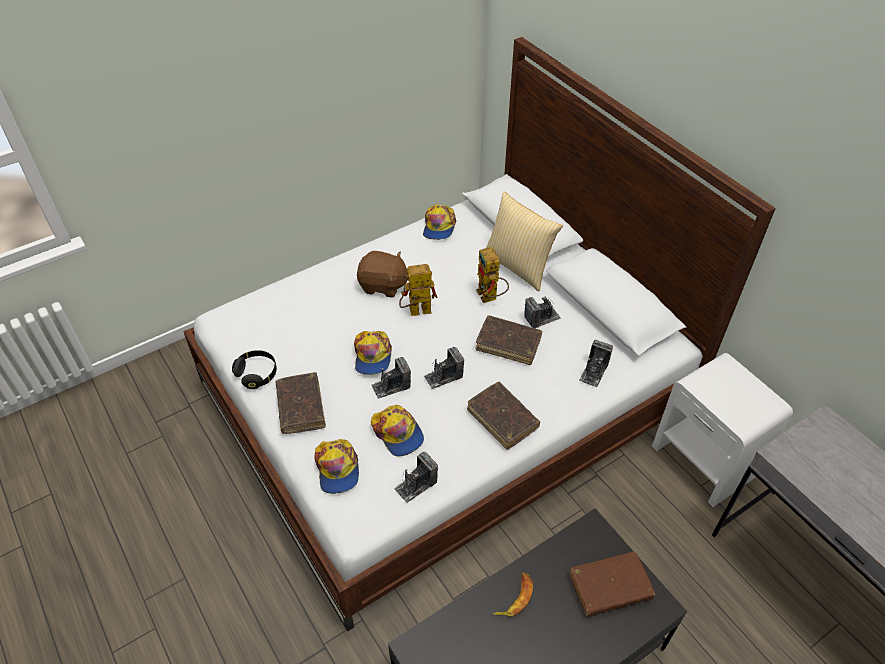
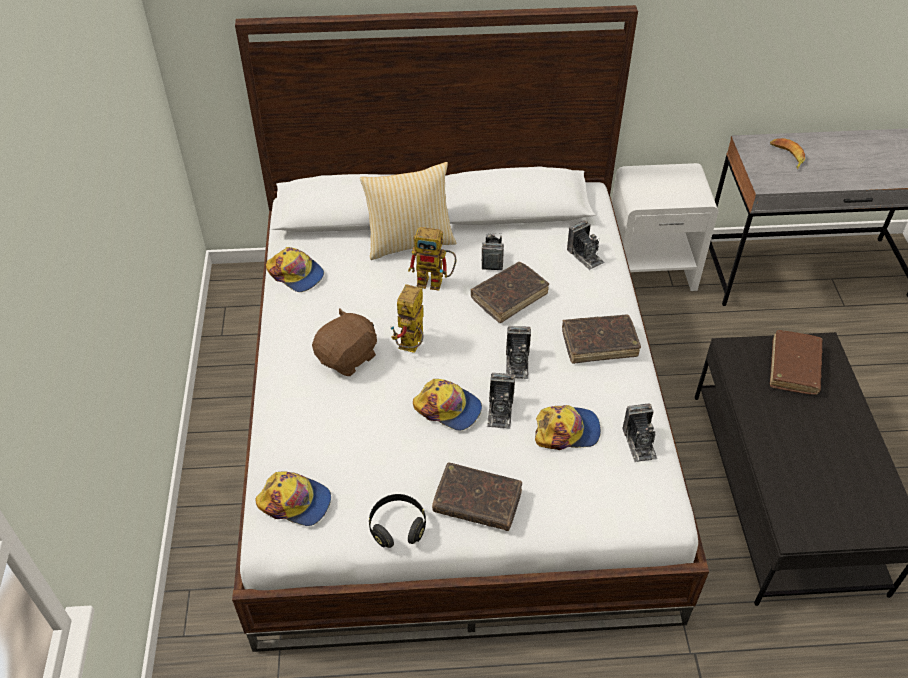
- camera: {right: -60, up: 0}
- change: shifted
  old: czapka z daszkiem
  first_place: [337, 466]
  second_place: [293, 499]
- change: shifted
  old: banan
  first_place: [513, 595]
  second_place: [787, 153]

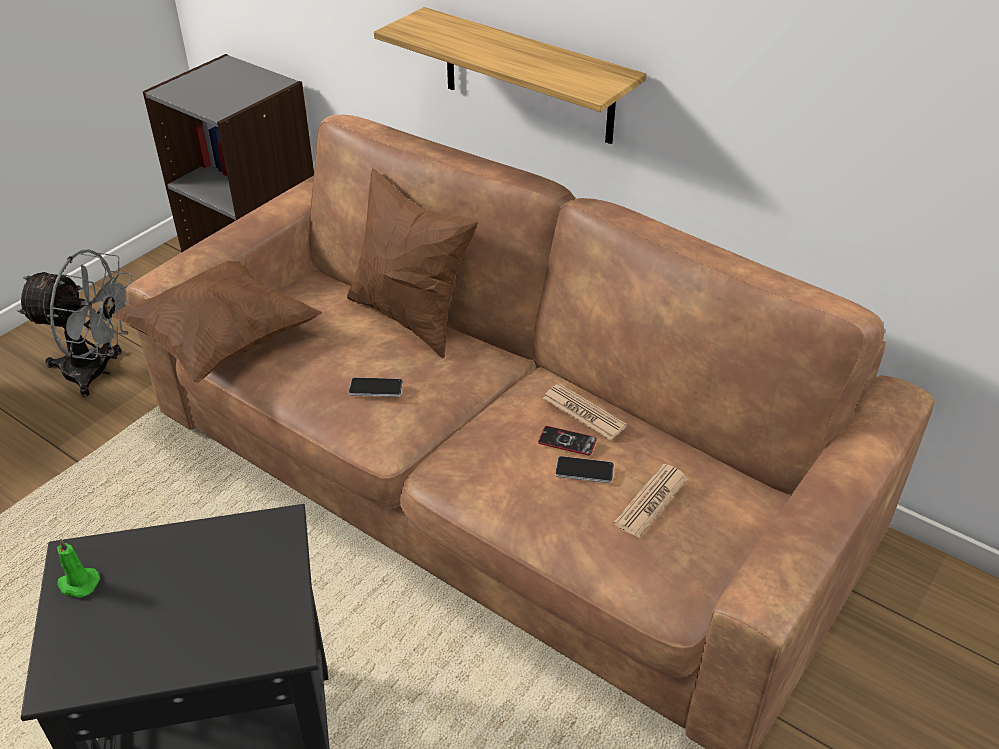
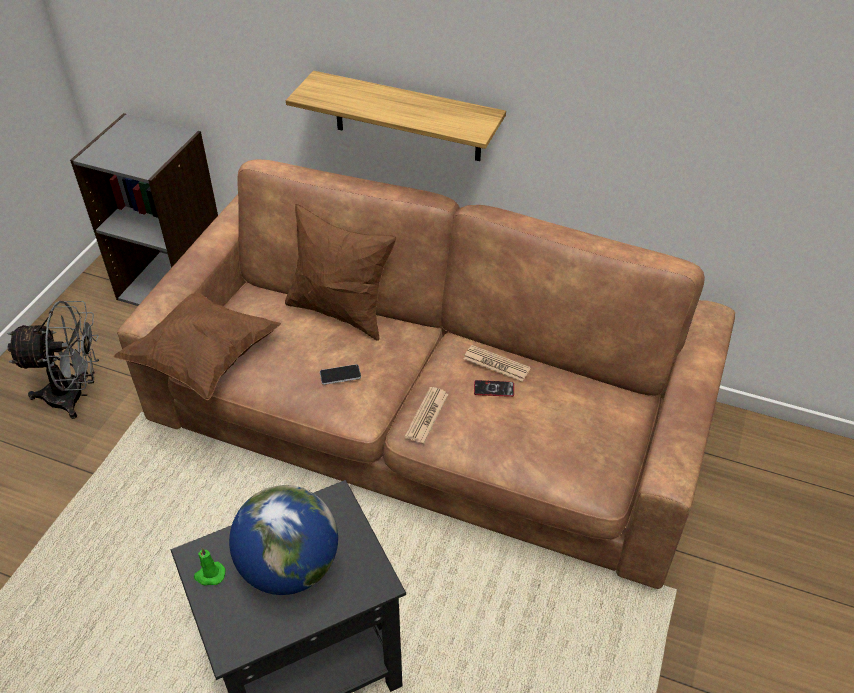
- camera: {right: -15, up: 5}
- change: gone
  old: telefon
  first_place: [584, 469]
- change: shifted
  old: gazeta
  first_place: [650, 501]
  second_place: [427, 415]
- change: new
  new: globus
  second_place: [283, 540]

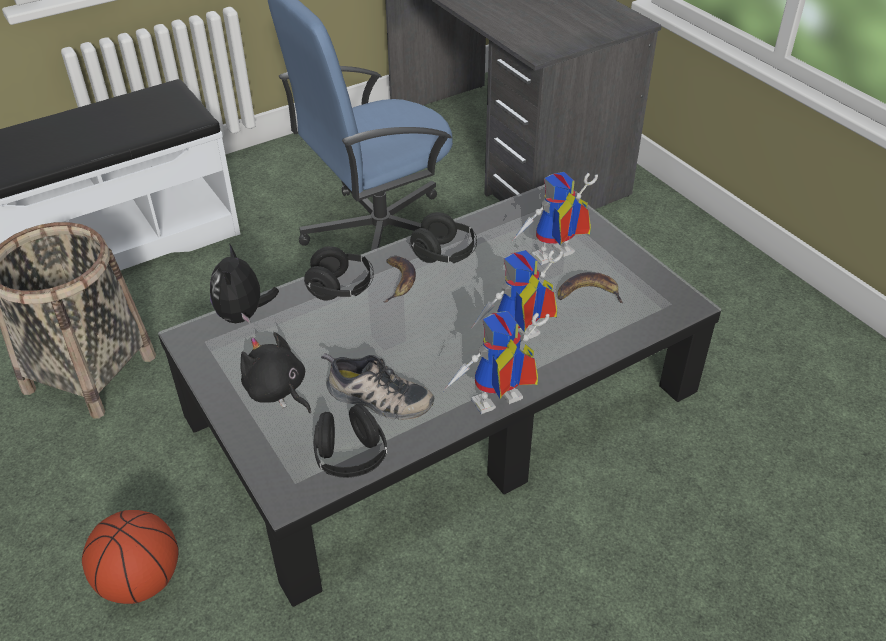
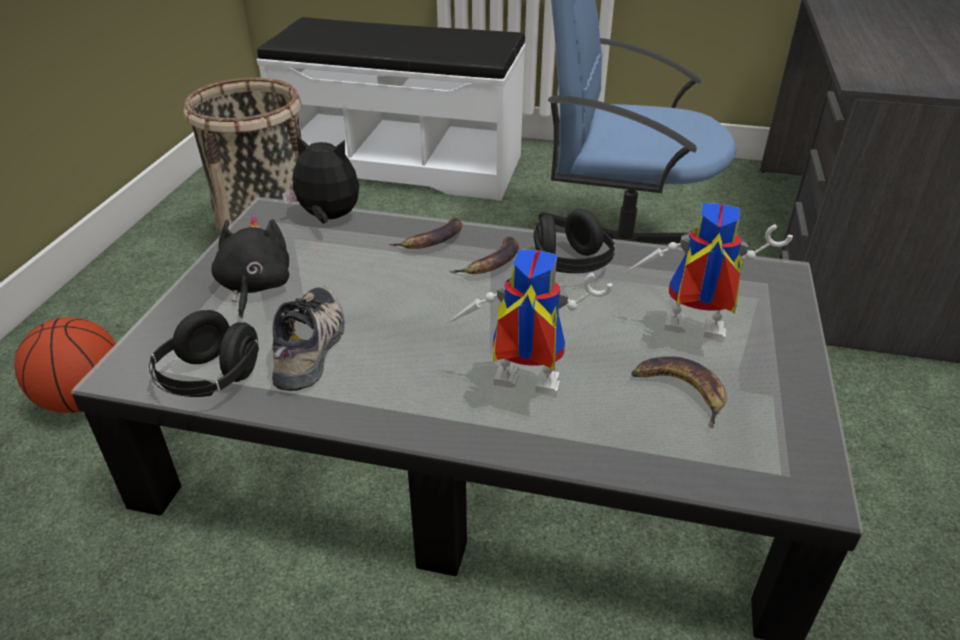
- camera: {right: 45, up: -5}
- change: rotated
  old: pluszak
  first_place: [244, 283]
  second_place: [320, 179]
  degrees: 60
- change: swapped
  old: słuchawki [czarny]
  new: banan
  first_place: [339, 273]
  second_place: [426, 233]
- change: rotated
  old: but
  first_place: [377, 386]
  second_place: [308, 338]
  degrees: -150
- change: gone
  old: robot zabawkowy
  first_place: [496, 362]

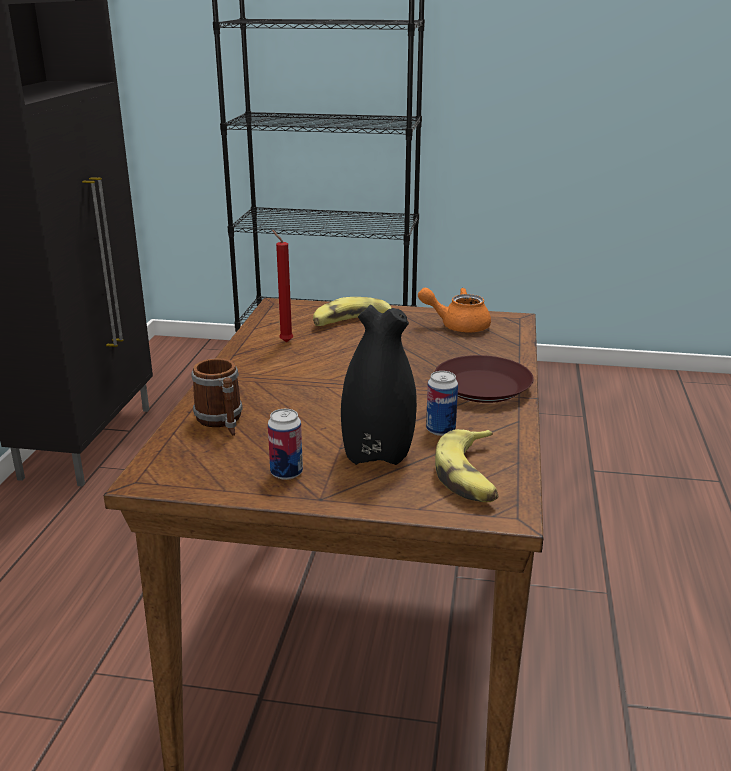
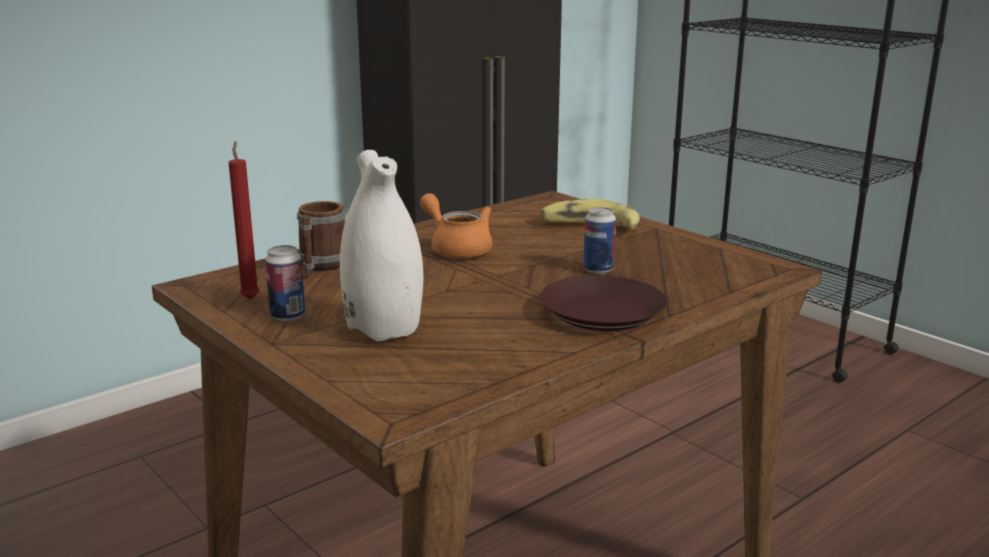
- camera: {right: 40, up: -5}
- change: shifted
  old: świeca [czerwony]
  first_place: [282, 286]
  second_place: [244, 220]
- change: repainted
  old: wazon [czarny]
  new: wazon [biały]
  first_place: [379, 385]
  second_place: [381, 246]
- change: shifted
  old: imbryk [pomarańczowy]
  first_place: [454, 310]
  second_place: [456, 225]
- change: shifted
  old: puszka
  first_place: [442, 403]
  second_place: [599, 240]
- change: gone
  old: banan
  first_place: [466, 465]

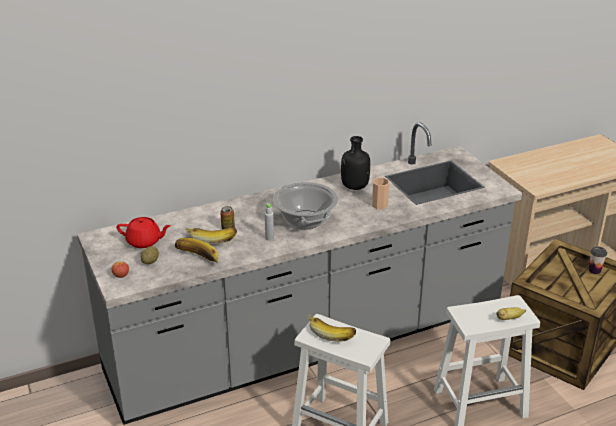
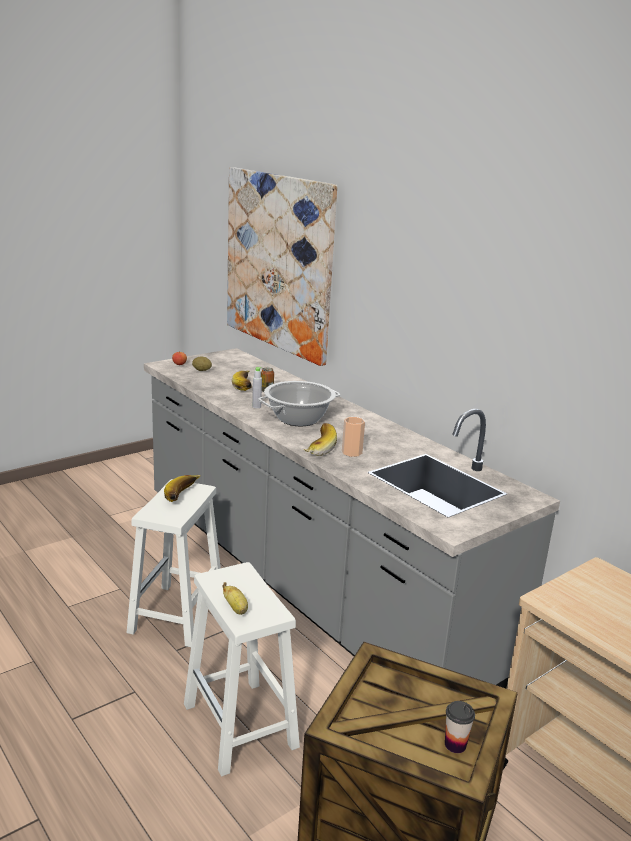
- camera: {right: 75, up: -10}
- change: gone
  old: imbryk [czerwony]
  first_place: [144, 232]
- change: shifted
  old: banan
  first_place: [197, 250]
  second_place: [320, 439]
- change: gone
  old: butelka [czarny]
  first_place: [355, 163]
- change: new
  new: obraz
  second_place: [282, 267]

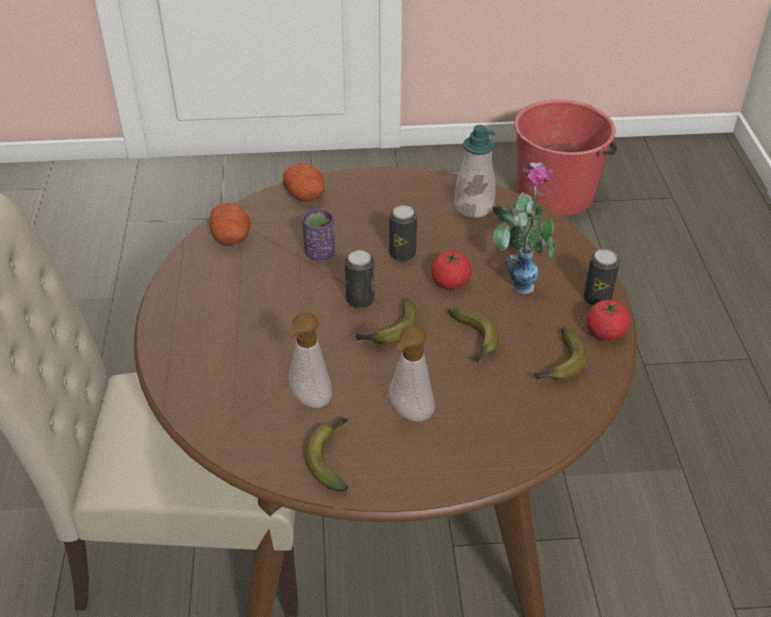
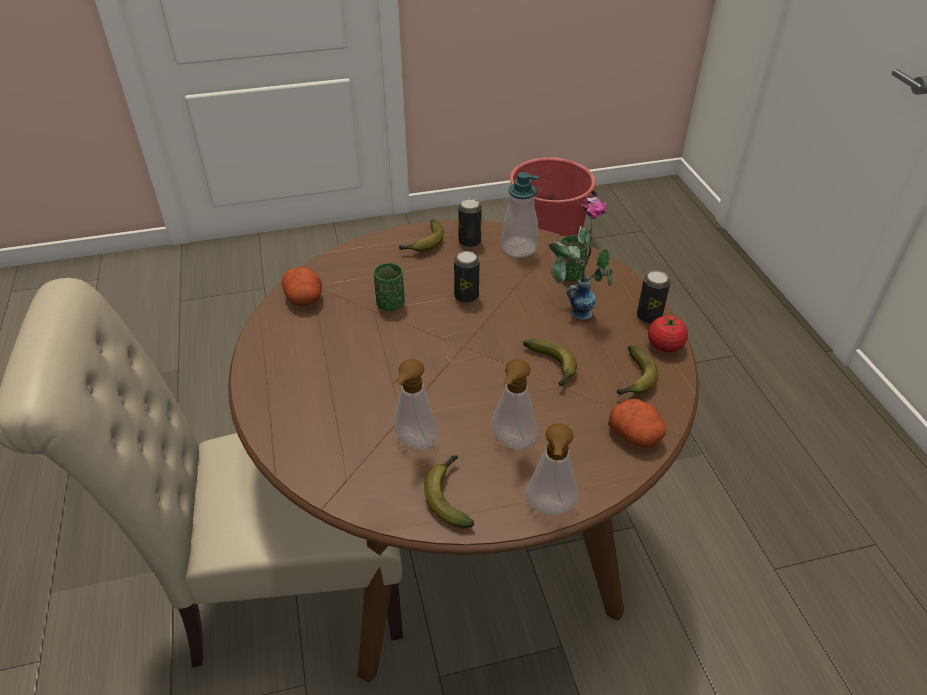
- camera: {right: -10, up: 0}
- change: shifted
  old: ziemniak
  first_place: [304, 182]
  second_place: [637, 423]
- change: repainted
  old: filiżanka [fioletowy]
  new: filiżanka [zielony]
  first_place: [318, 235]
  second_place: [389, 287]
- change: shifted
  old: puszka
  first_place: [359, 279]
  second_place: [470, 223]
- change: shifted
  old: banan
  first_place: [387, 321]
  second_place: [421, 235]
- change: gone
  old: pomidor
  first_place: [451, 270]
- change: new
  new: dozownik mydła
  second_place: [552, 469]

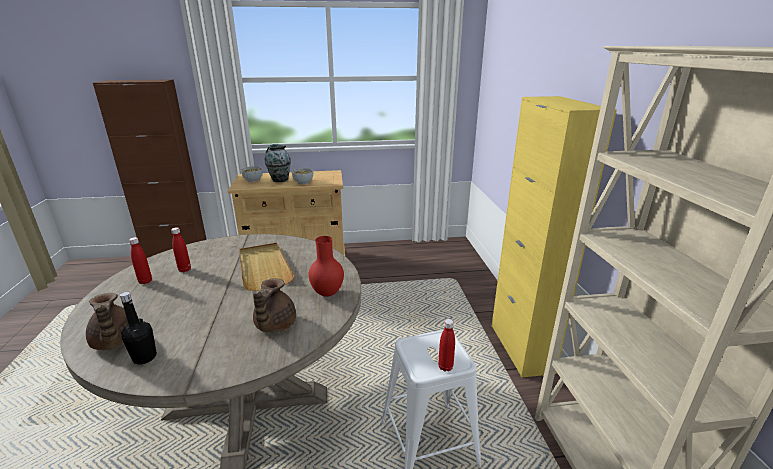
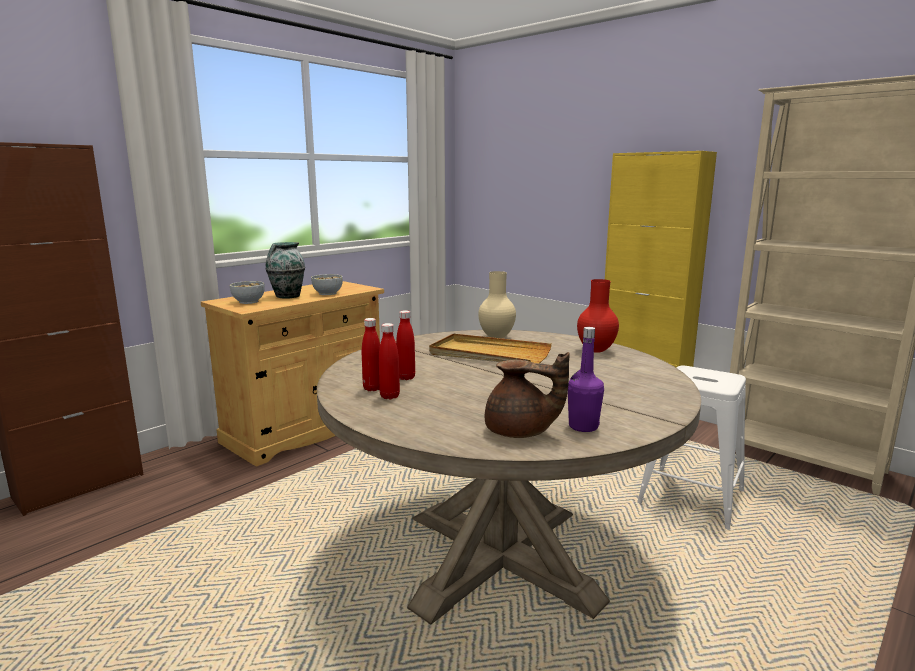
- camera: {right: -40, up: -10}
- change: repainted
  old: butelka [czarny]
  new: butelka [fioletowy]
  first_place: [138, 328]
  second_place: [586, 379]
- change: gone
  old: imbryk [brązowy]
  first_place: [274, 305]
- change: shifted
  old: butelka [czerwony]
  first_place: [446, 345]
  second_place: [371, 354]
- change: new
  new: wazon [beżowy]
  second_place: [497, 304]

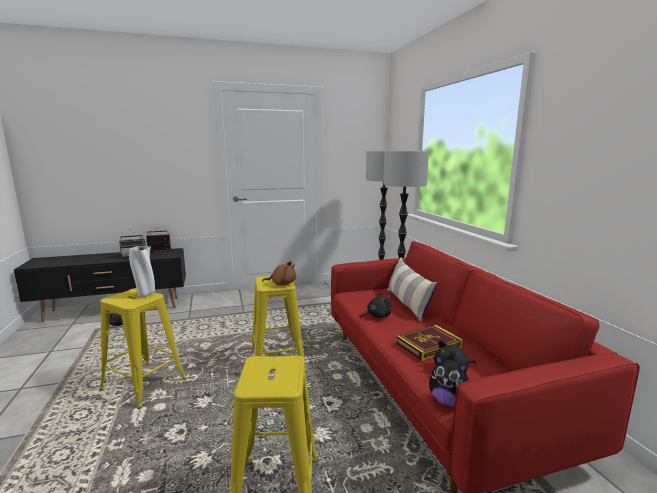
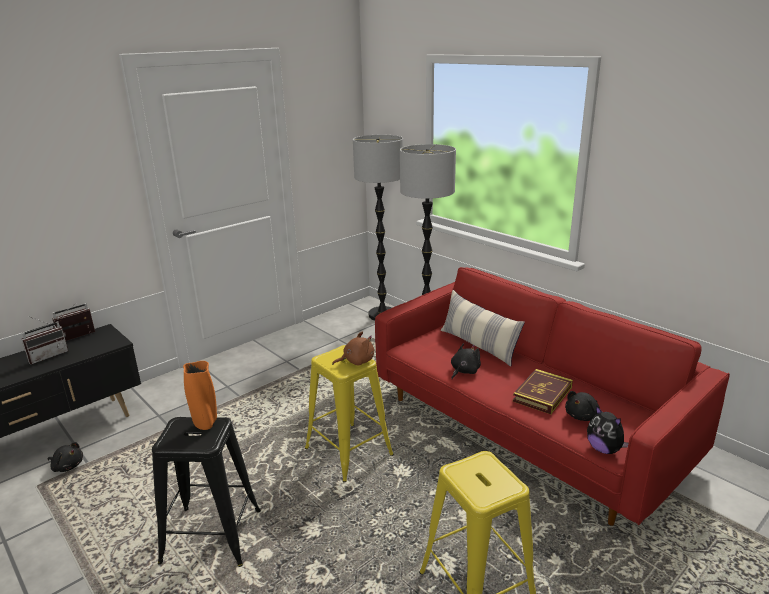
- camera: {right: -25, up: 10}
- change: repainted
  old: stołek [żółty]
  new: stołek [czarny]
  first_place: [142, 348]
  second_place: [206, 492]
- change: repainted
  old: wazon [biały]
  new: wazon [pomarańczowy]
  first_place: [142, 271]
  second_place: [200, 395]
- change: rotated
  old: pluszak
  first_place: [449, 380]
  second_place: [608, 429]
  degrees: 45

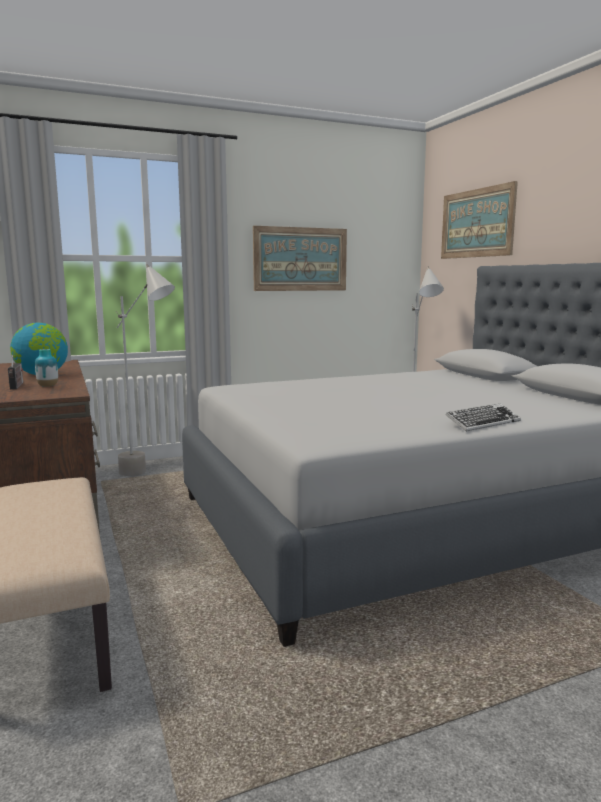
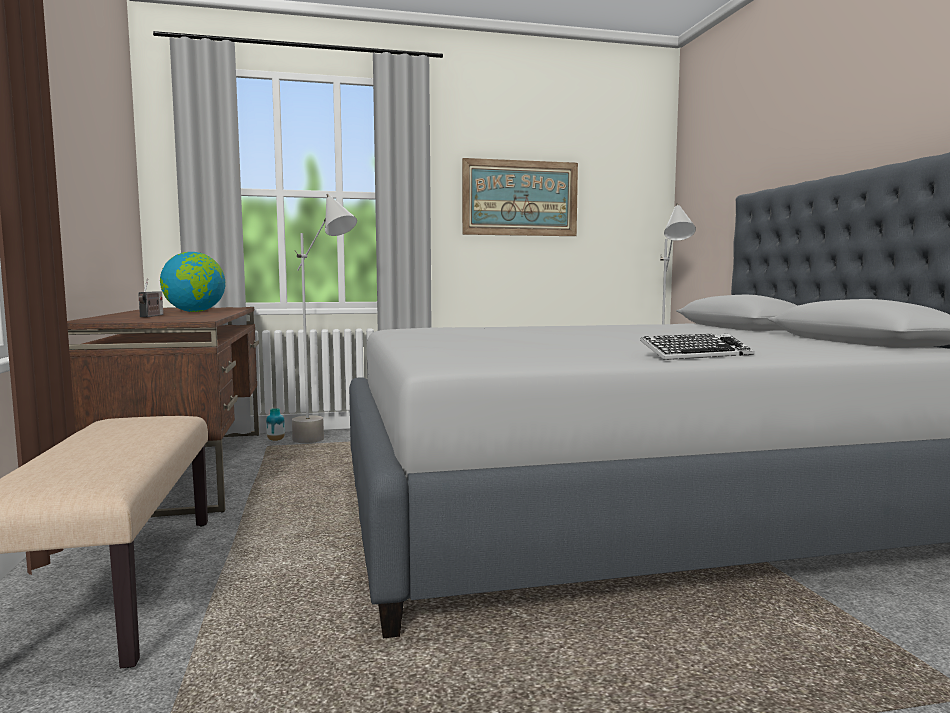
- camera: {right: 10, up: -5}
- change: shifted
  old: wazon
  first_place: [46, 368]
  second_place: [275, 424]
- change: gone
  old: obraz
  first_place: [479, 220]

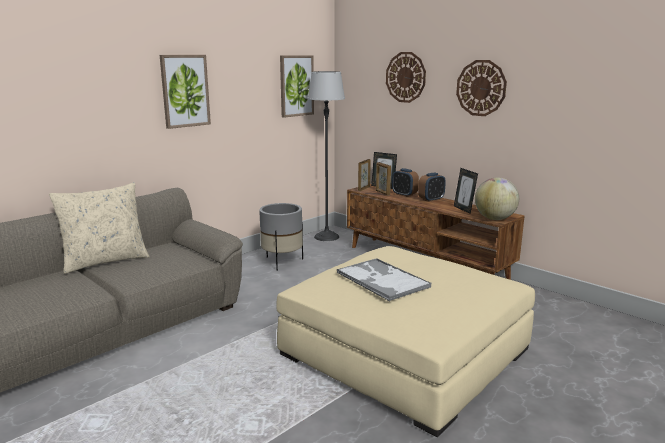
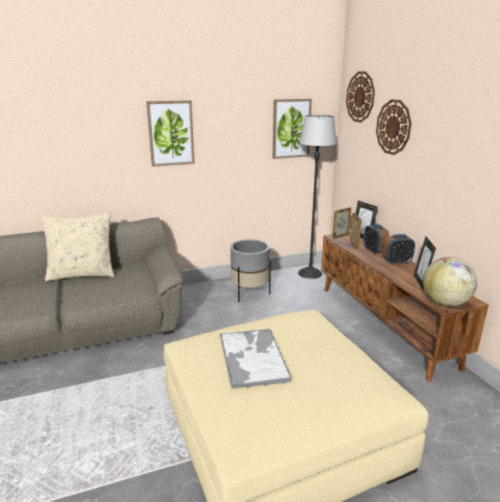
- camera: {right: 25, up: 5}
- change: shifted
  old: zegar ścienny
  first_place: [481, 88]
  second_place: [360, 97]

